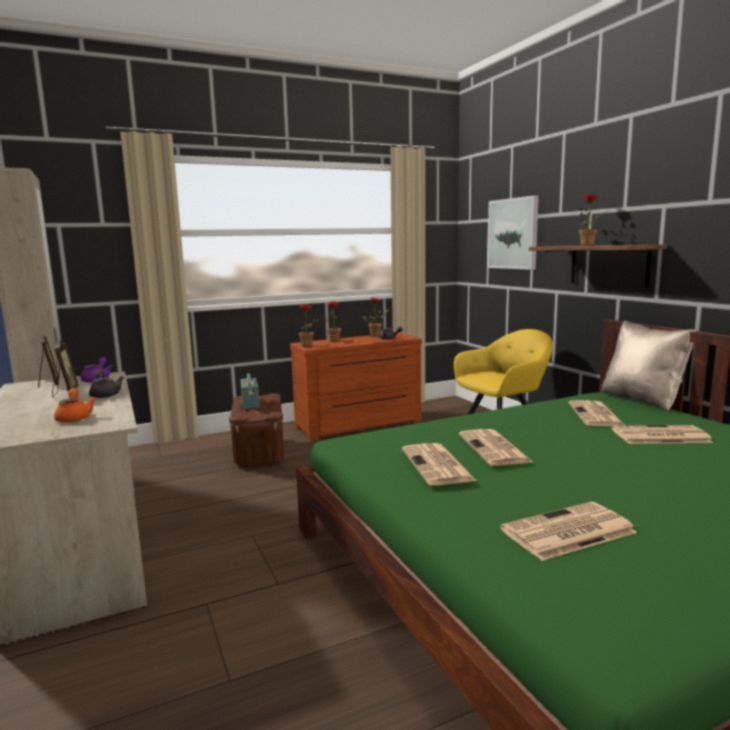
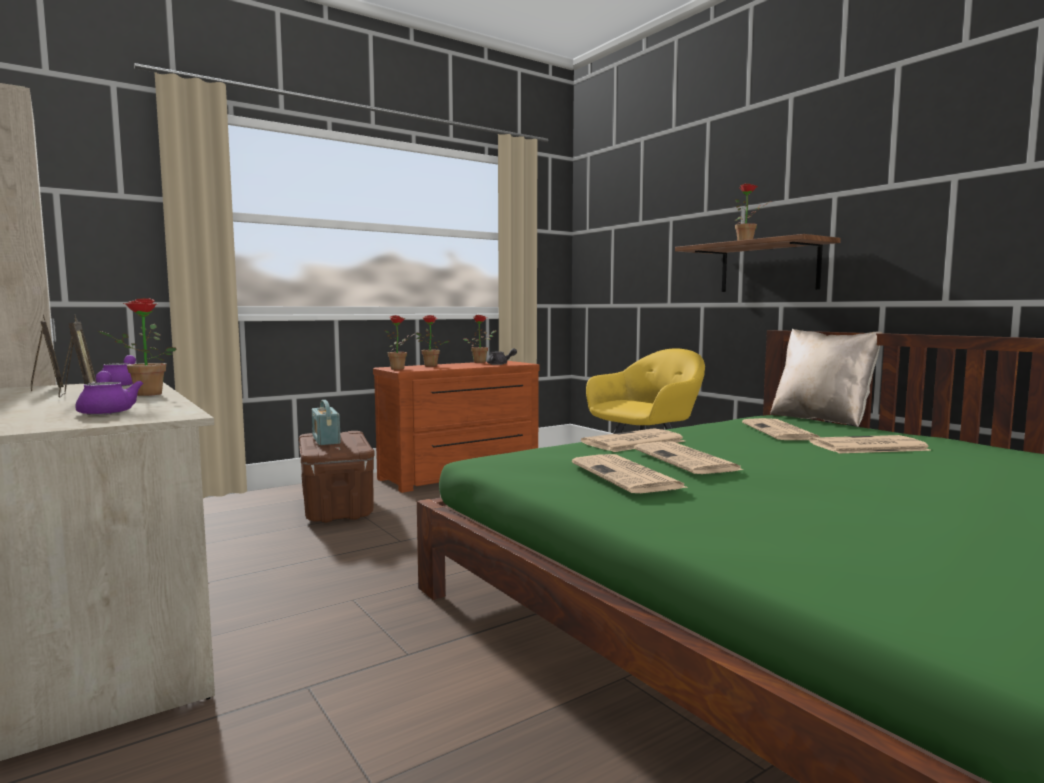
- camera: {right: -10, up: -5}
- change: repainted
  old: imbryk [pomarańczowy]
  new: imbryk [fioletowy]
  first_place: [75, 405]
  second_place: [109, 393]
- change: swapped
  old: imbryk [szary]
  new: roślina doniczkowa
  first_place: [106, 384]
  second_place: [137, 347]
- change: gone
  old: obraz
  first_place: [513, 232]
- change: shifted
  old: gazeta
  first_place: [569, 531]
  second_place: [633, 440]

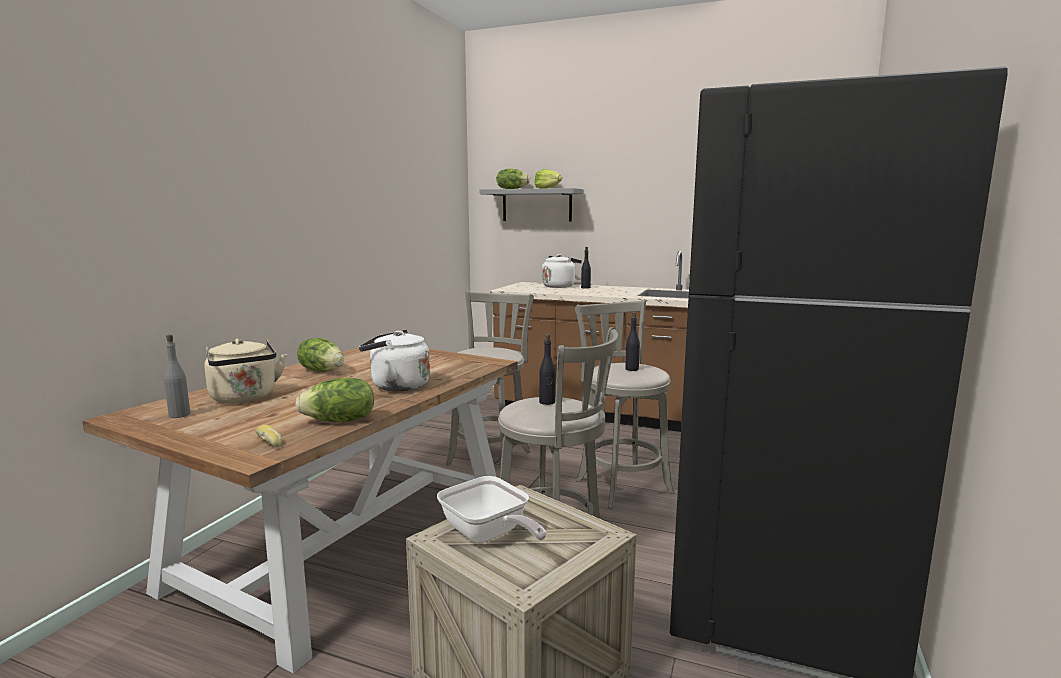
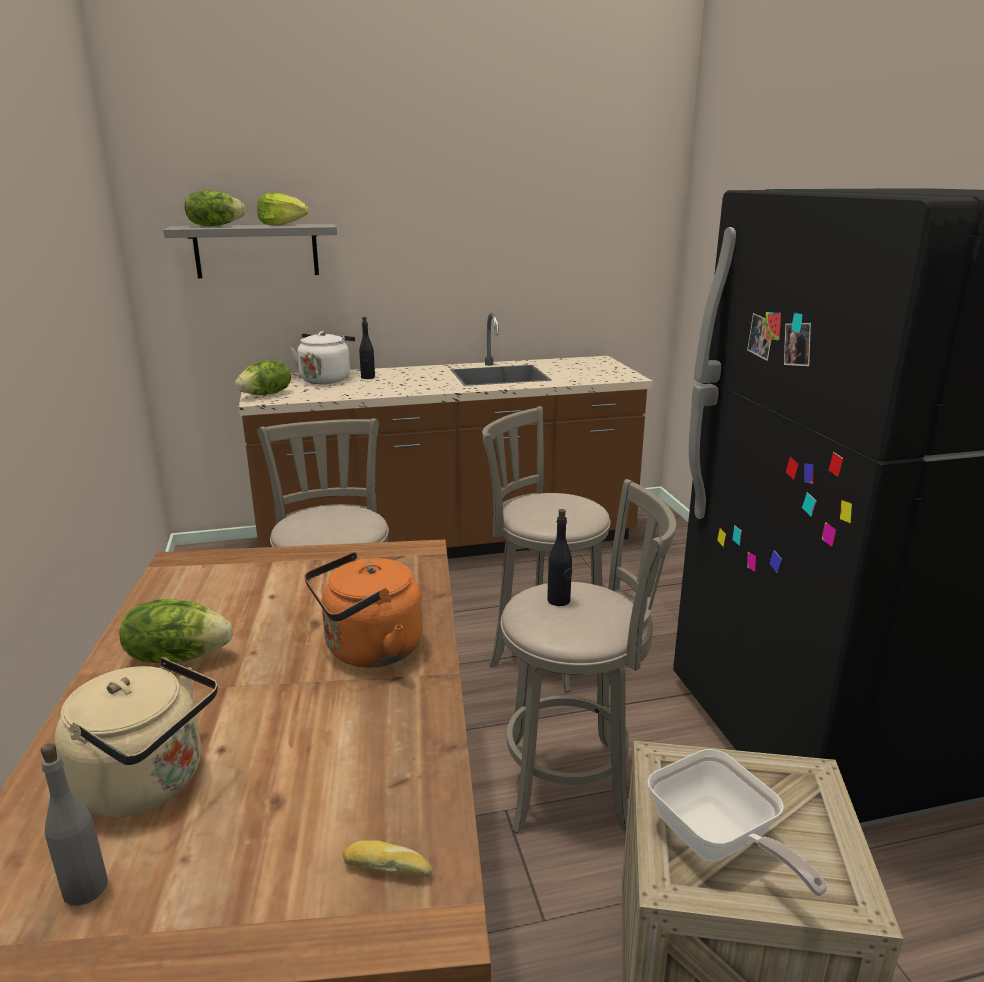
- camera: {right: -35, up: 10}
- change: shifted
  old: sałata
  first_place: [334, 400]
  second_place: [263, 377]
- change: repainted
  old: czajnik [biały]
  new: czajnik [pomarańczowy]
  first_place: [394, 360]
  second_place: [363, 610]
- change: rotated
  old: patelnia
  first_place: [491, 509]
  second_place: [737, 822]
  degrees: 45
- change: gone
  old: butelka [czarny]
  first_place: [632, 342]

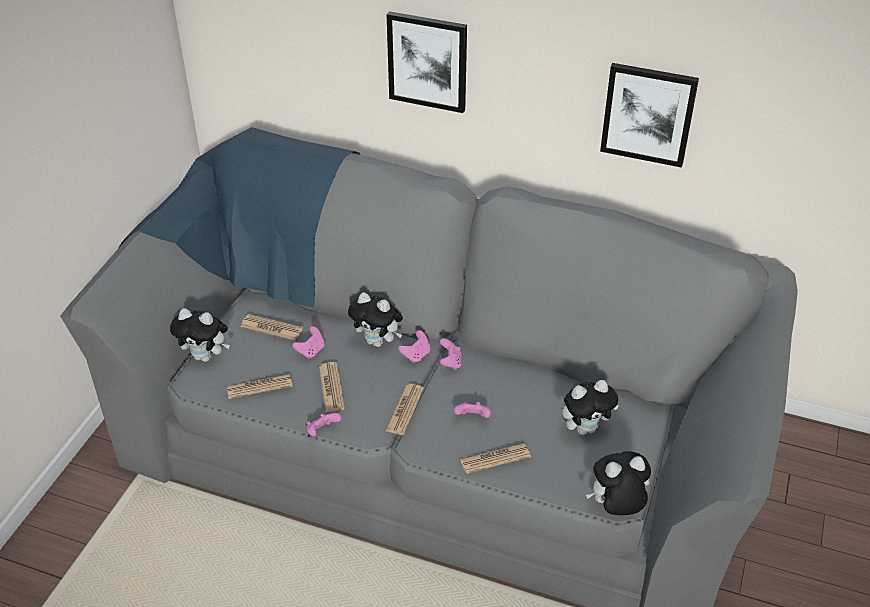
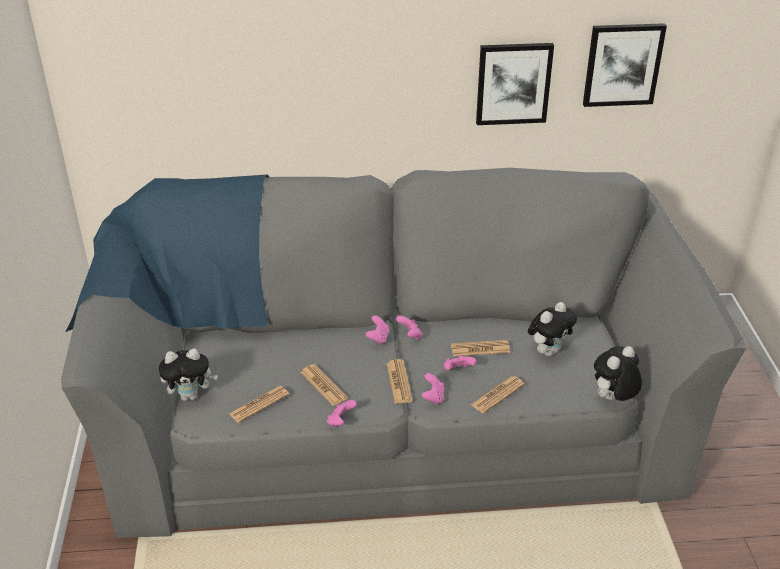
- camera: {right: -25, up: -5}
- change: shifted
  old: gazeta
  first_place: [272, 327]
  second_place: [480, 348]
- change: shifted
  old: pad do gier [różowy]
  first_place: [308, 342]
  second_place: [433, 389]
- change: gone
  old: pluszak
  first_place: [375, 319]
- change: shifted
  old: obraz
  first_place: [426, 62]
  second_place: [625, 65]

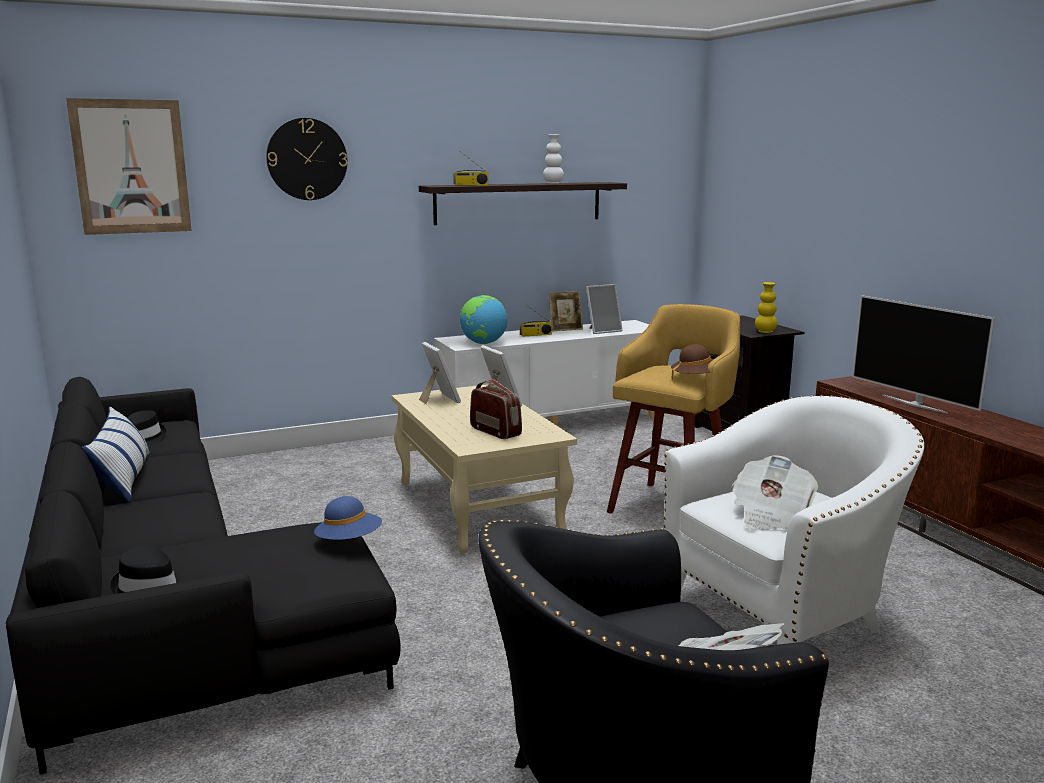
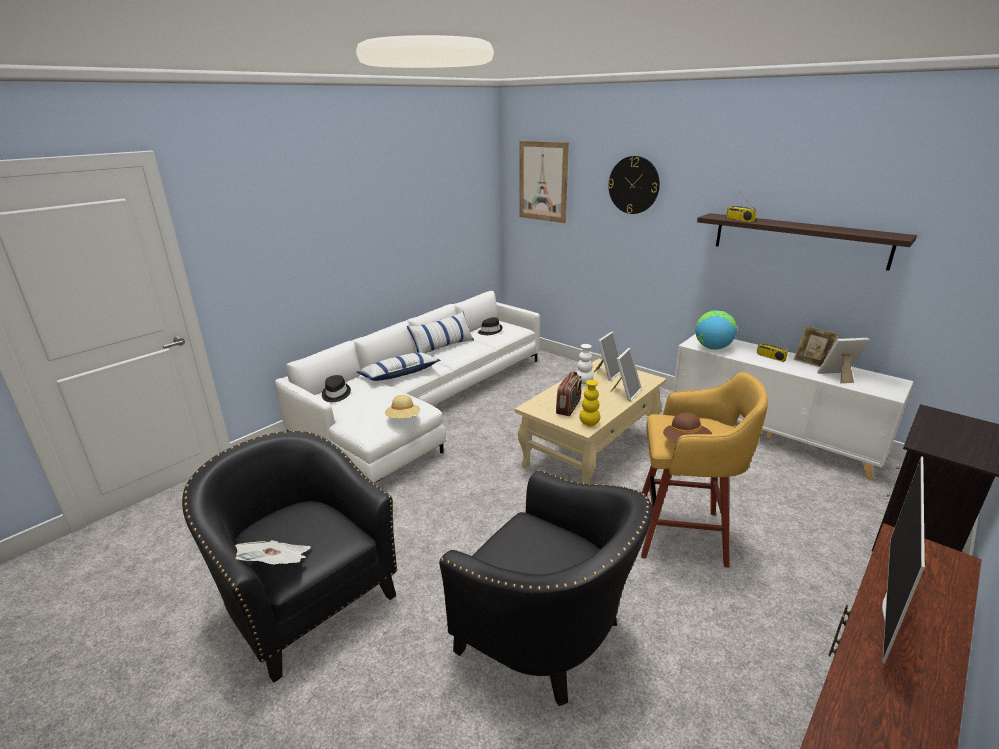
- camera: {right: 65, up: 10}
- change: repainted
  old: kanapa [czarny]
  new: kanapa [biały]
  first_place: [203, 576]
  second_place: [407, 387]
- change: repainted
  old: kapelusz [niebieski]
  new: kapelusz [beżowy]
  first_place: [348, 518]
  second_place: [402, 407]
- change: shifted
  old: wazon [biały]
  first_place: [553, 159]
  second_place: [585, 364]
- change: rotated
  old: ramka na zdjęcie
  first_place: [604, 309]
  second_place: [843, 360]
  degrees: 135
- change: repainted
  old: fotel [biały]
  new: fotel [czarny]
  first_place: [794, 520]
  second_place: [545, 588]
- change: gone
  old: gazeta
  first_place: [775, 493]
- change: shifted
  old: wazon [żółty]
  first_place: [766, 307]
  second_place: [589, 403]
- change: new
  new: poduszka
  second_place: [398, 367]

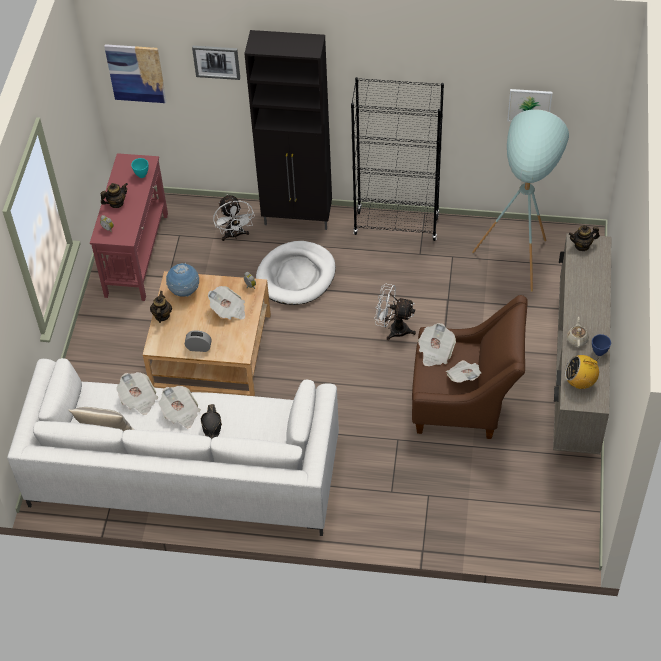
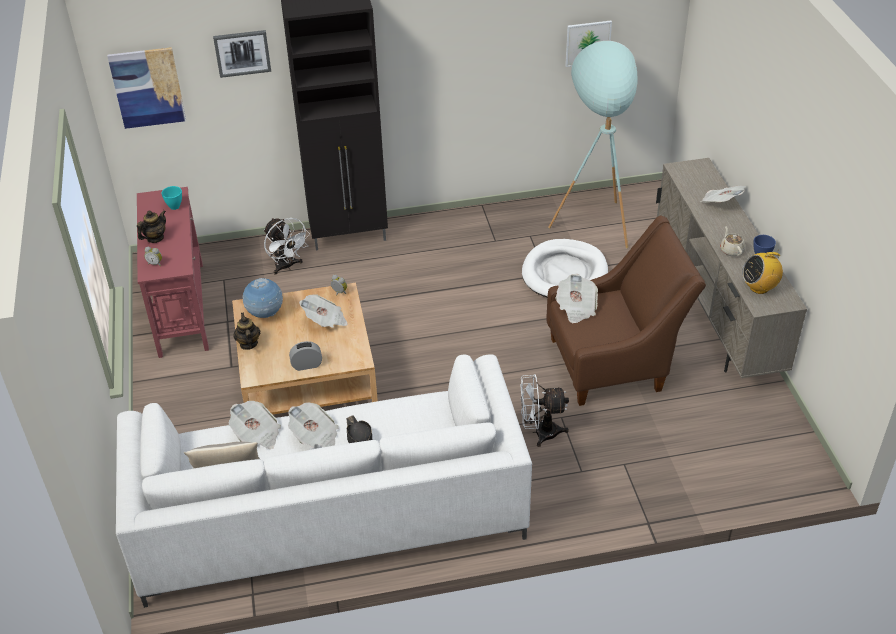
- camera: {right: -20, up: -10}
- change: shifted
  old: legowisko [biały]
  first_place: [296, 273]
  second_place: [565, 268]
- change: gone
  old: regał [czarny]
  first_place: [397, 159]
- change: shifted
  old: wentylator [biały]
  first_place: [395, 311]
  second_place: [544, 410]
- change: shifted
  old: gazeta
  first_place: [463, 371]
  second_place: [723, 194]
- change: gone
  old: imbryk
  first_place: [584, 238]

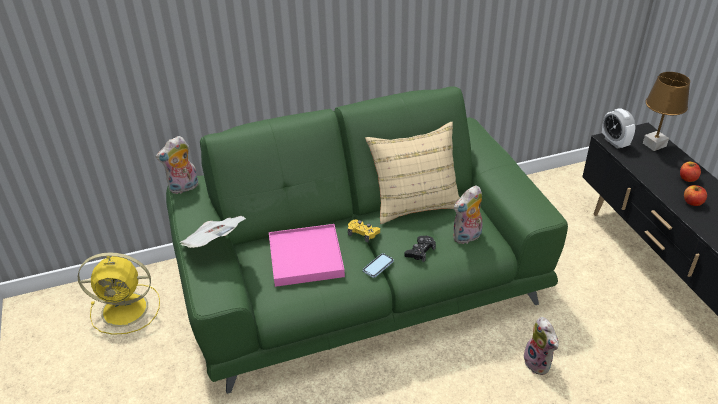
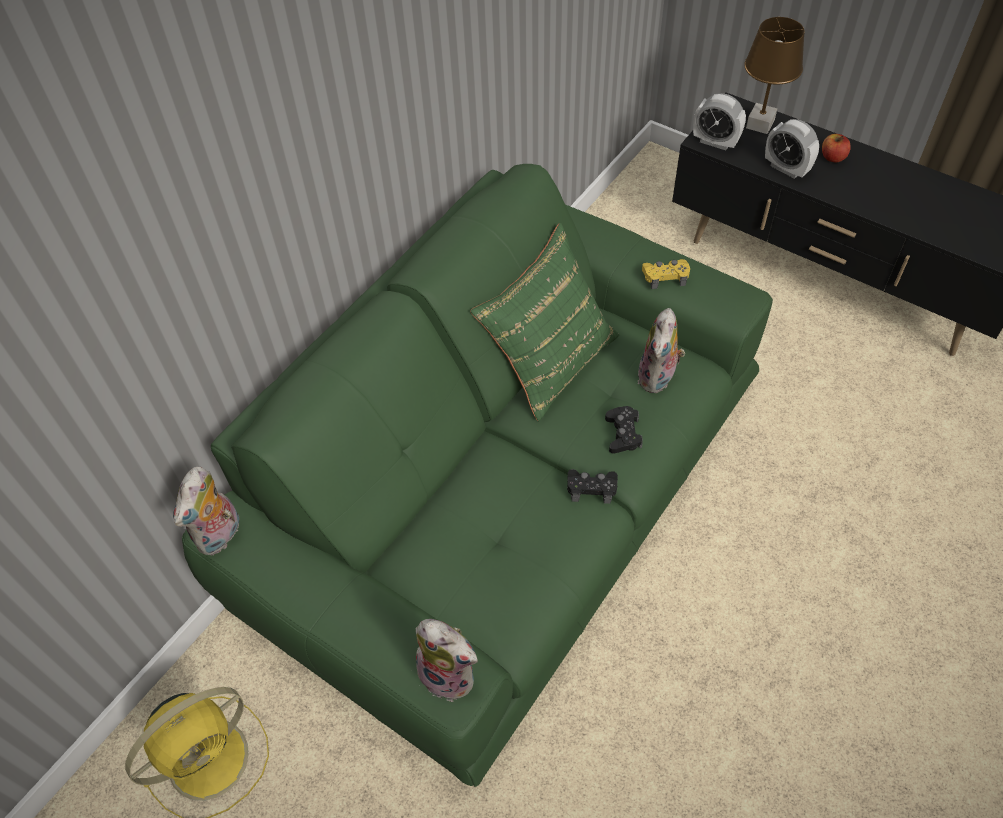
- camera: {right: -35, up: 15}
- change: gone
  old: gazeta
  first_place: [212, 232]
- change: gone
  old: taca [różowy]
  first_place: [307, 255]
- change: shifted
  old: pad do gier [żółty]
  first_place: [364, 230]
  second_place: [666, 274]
- change: swapped
  old: telefon
  new: pad do gier [czarny]
  first_place: [378, 265]
  second_place: [592, 486]
- change: repainted
  old: poduszka [beżowy]
  new: poduszka [zielony]
  first_place: [412, 173]
  second_place: [544, 322]
- change: shifted
  old: pluszak
  first_place: [541, 346]
  second_place: [447, 660]
- change: gone
  old: jabłko
  first_place: [695, 195]
- change: new
  new: budzik
  second_place: [792, 149]

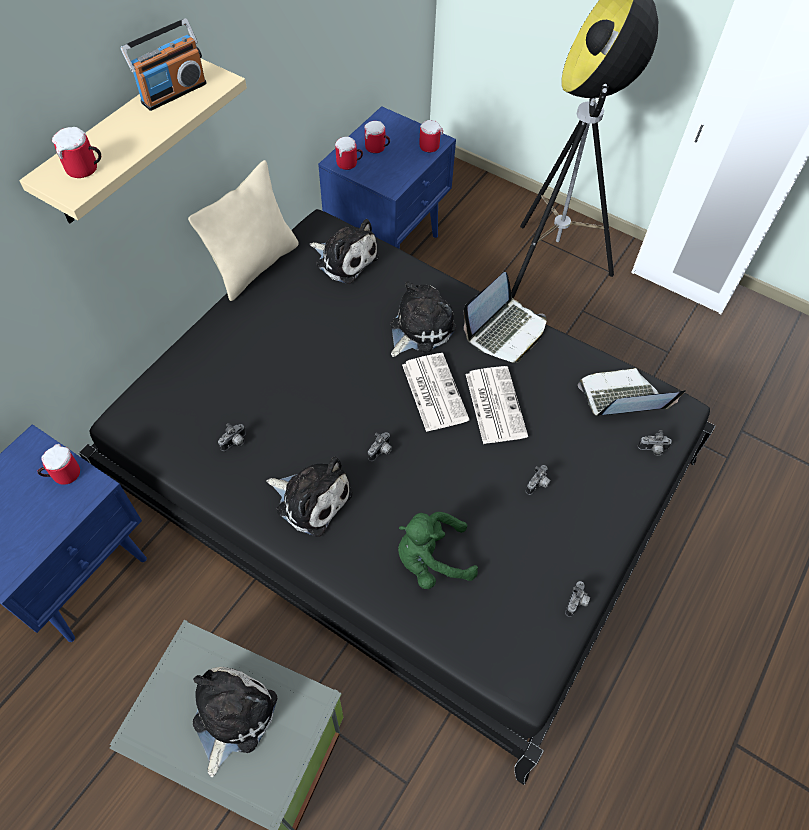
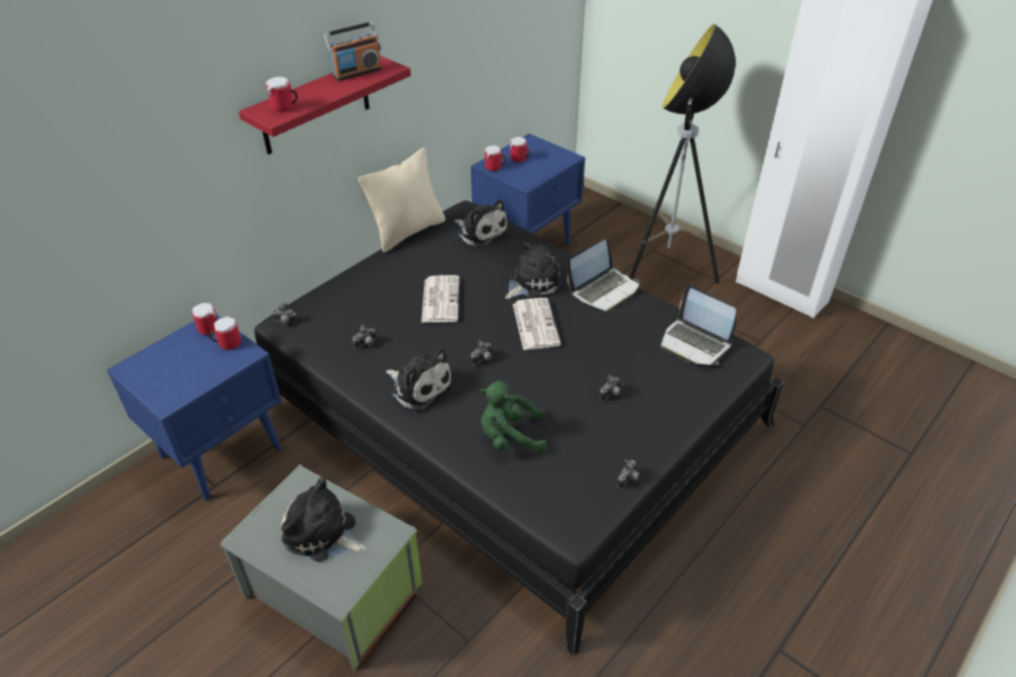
- camera: {right: 10, up: -15}
- change: repainted
  old: półka [beżowy]
  new: półka [czerwony]
  first_place: [133, 140]
  second_place: [325, 105]
- change: rotated
  old: pluszak
  first_place: [235, 722]
  second_place: [323, 520]
  degrees: -90
- change: shifted
  old: kubek
  first_place: [431, 136]
  second_place: [205, 319]
- change: shifted
  old: gazeta
  first_place: [497, 405]
  second_place: [440, 299]
- change: rotated
  old: laptop
  first_place: [632, 392]
  second_place: [699, 324]
  degrees: -135
- change: shifted
  old: aparat fotograficzny
  first_place: [655, 443]
  second_place: [285, 314]

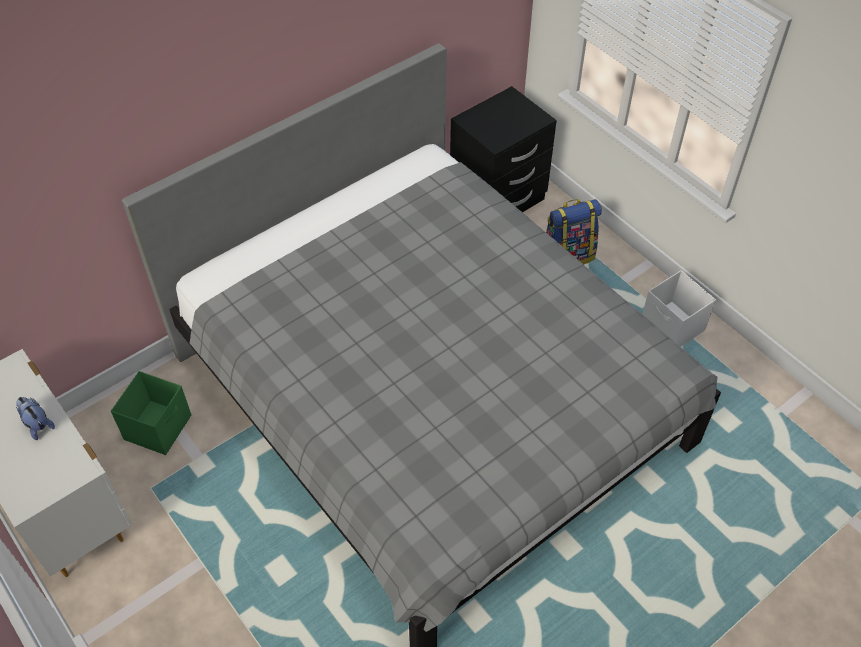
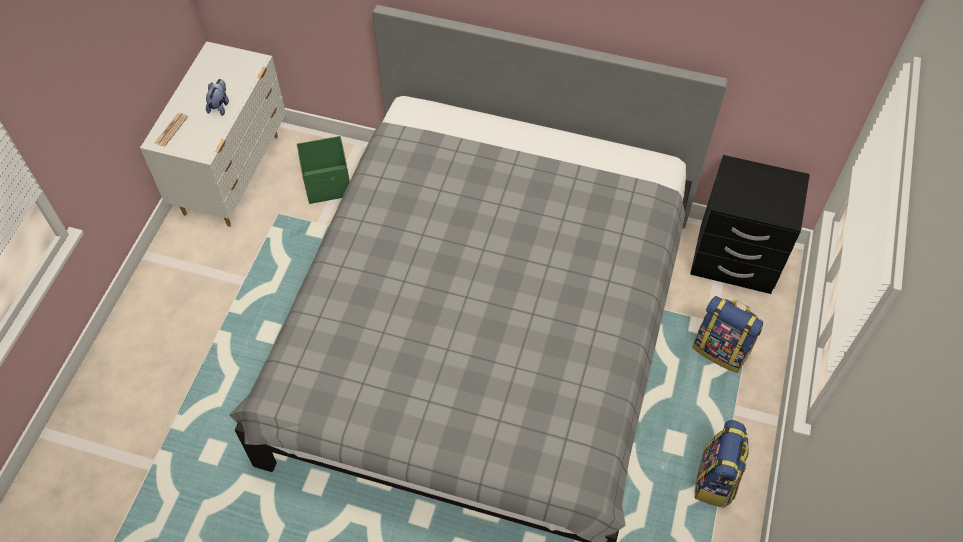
- camera: {right: 55, up: 5}
- change: swapped
  old: pojemnik do przechowywania [biały]
  new: plecak
  first_place: [679, 308]
  second_place: [722, 464]
- change: new
  new: gazeta
  second_place: [171, 130]

